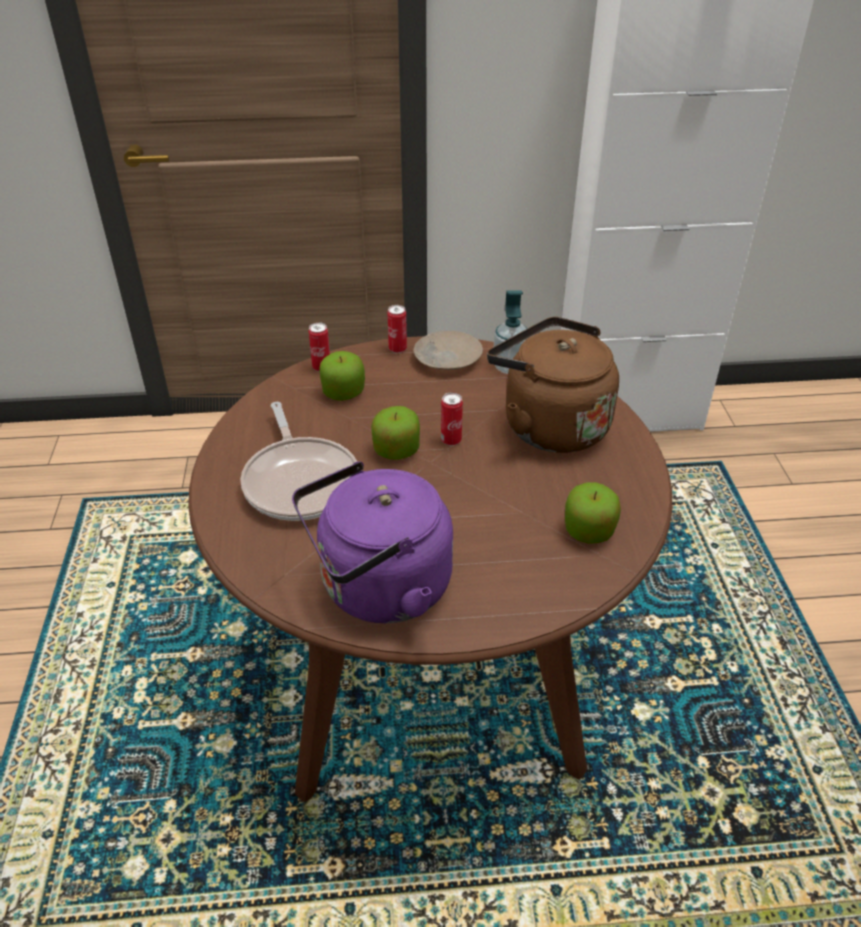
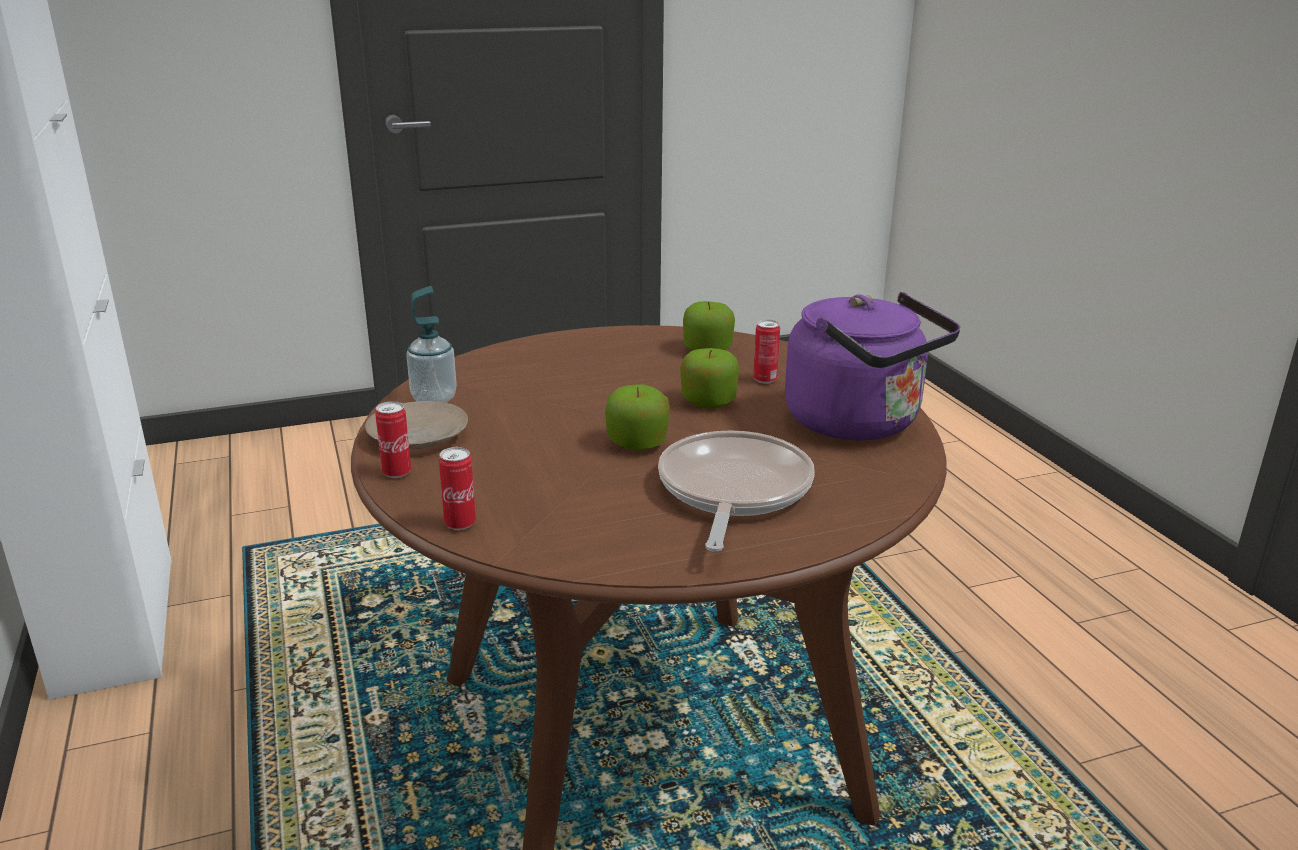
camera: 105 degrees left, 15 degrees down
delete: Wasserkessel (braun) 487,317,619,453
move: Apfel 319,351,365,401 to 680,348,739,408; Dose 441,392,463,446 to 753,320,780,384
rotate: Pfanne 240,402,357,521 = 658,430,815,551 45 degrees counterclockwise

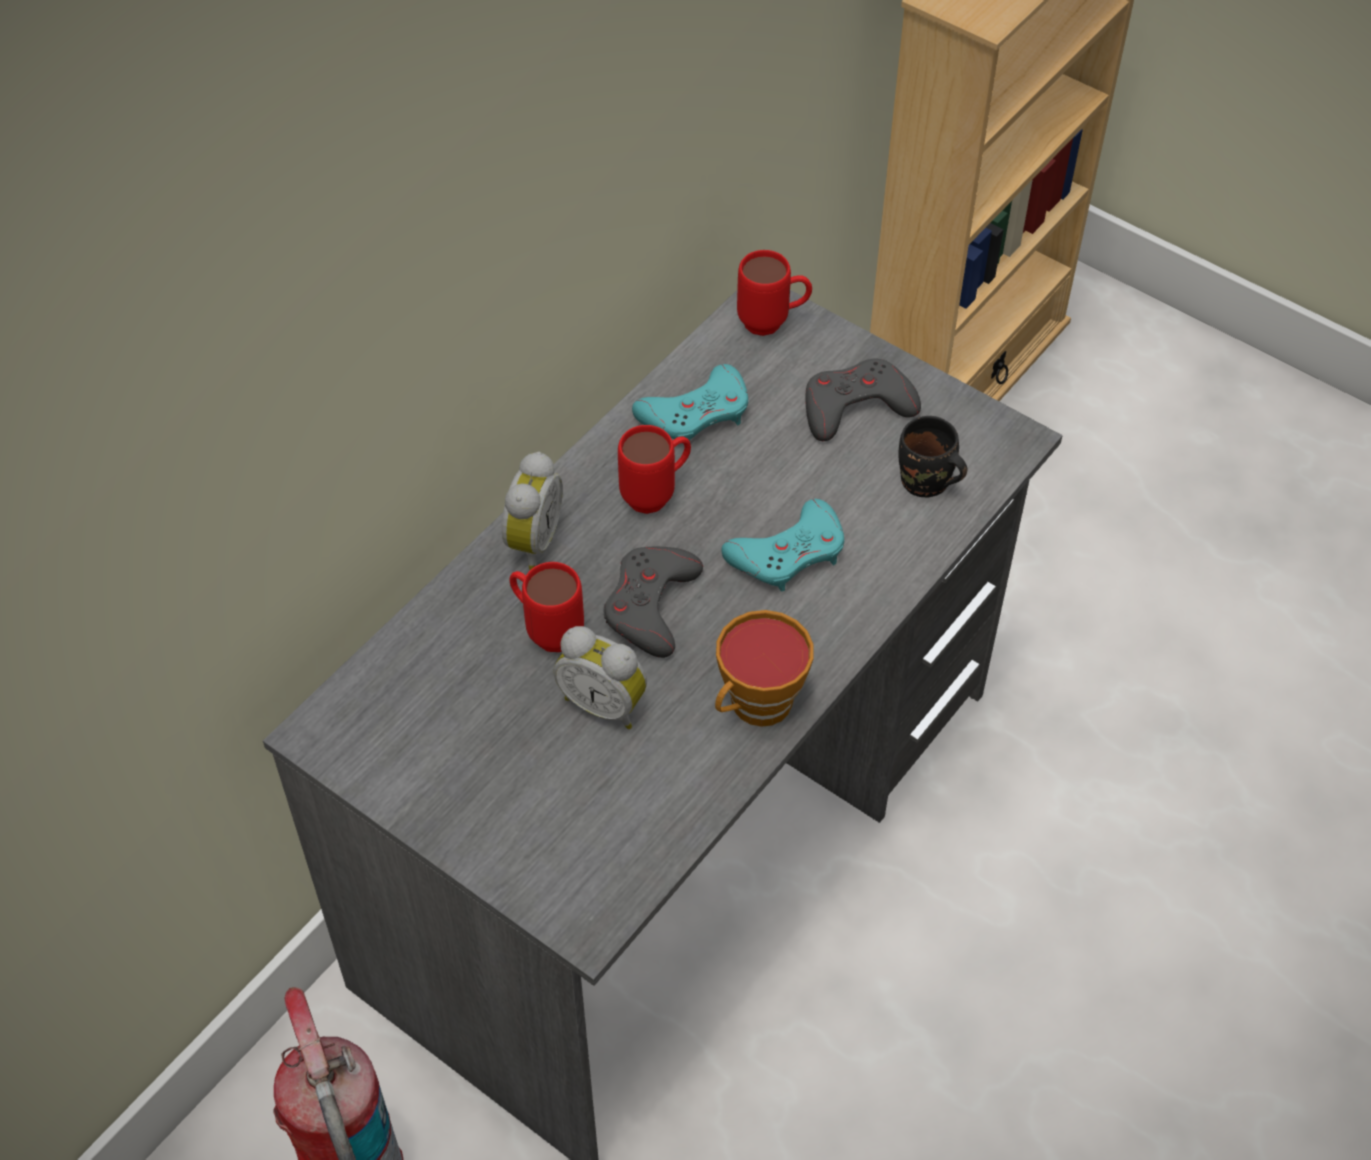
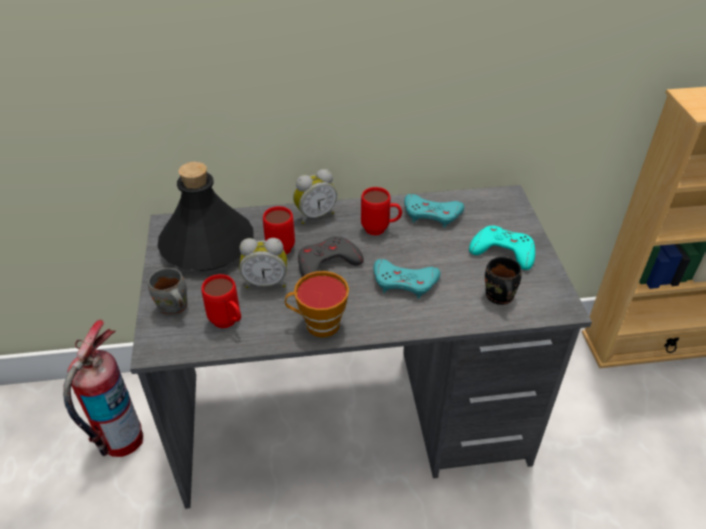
camera: 45 degrees right, 10 degrees down
insert: Henkelbecher (grau) 148,268,188,316; Flasche (schwarz) 158,162,254,271
move: Henkelbecher (rot) 737,250,812,336 to 201,274,241,328
recolor: Gamepad (grau) 805,359,921,441 to Gamepad (türkis) 469,226,535,270
rotate: Wecker 554,626,647,729 = 239,238,287,288 75 degrees counterclockwise

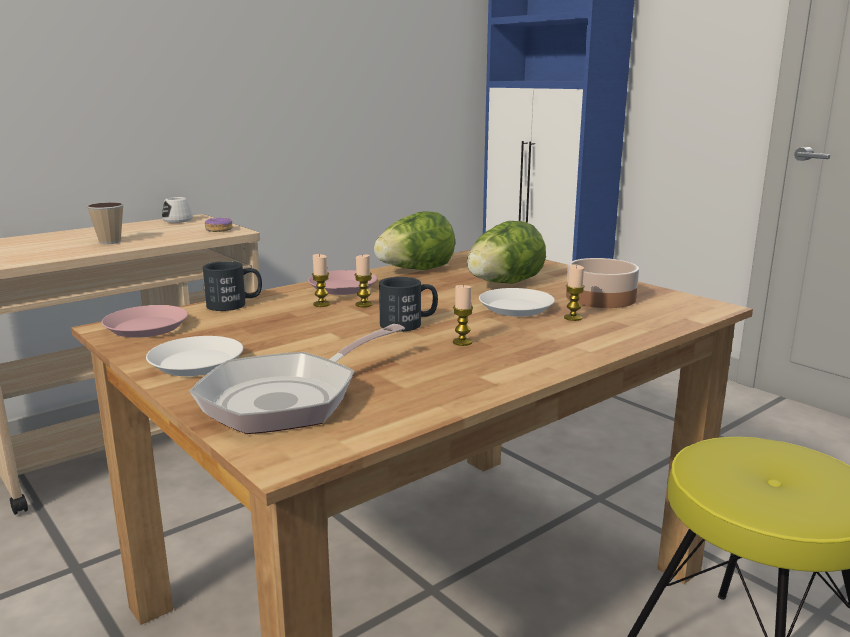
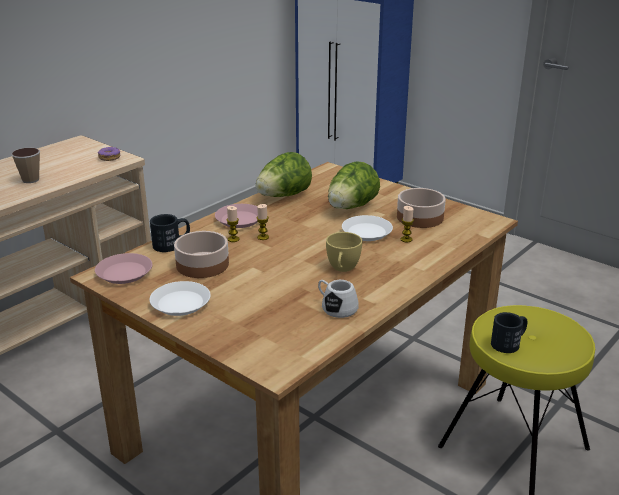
camera: 10 degrees left, 10 degrees up
delete: Pfanne 189,324,405,434
insert: Schüssel 174,231,229,278
move: Henkelbecher (weiß) 162,197,193,223 to 318,280,359,318; Henkelbecher (schwarz) 379,277,438,332 to 491,312,527,353
replace: Kerze 453,284,473,346 to Tasse (gelb) 326,232,362,272

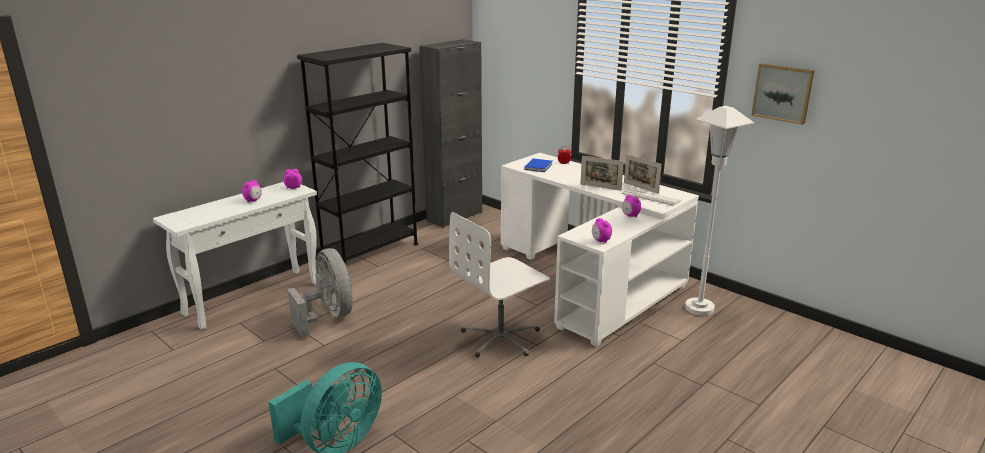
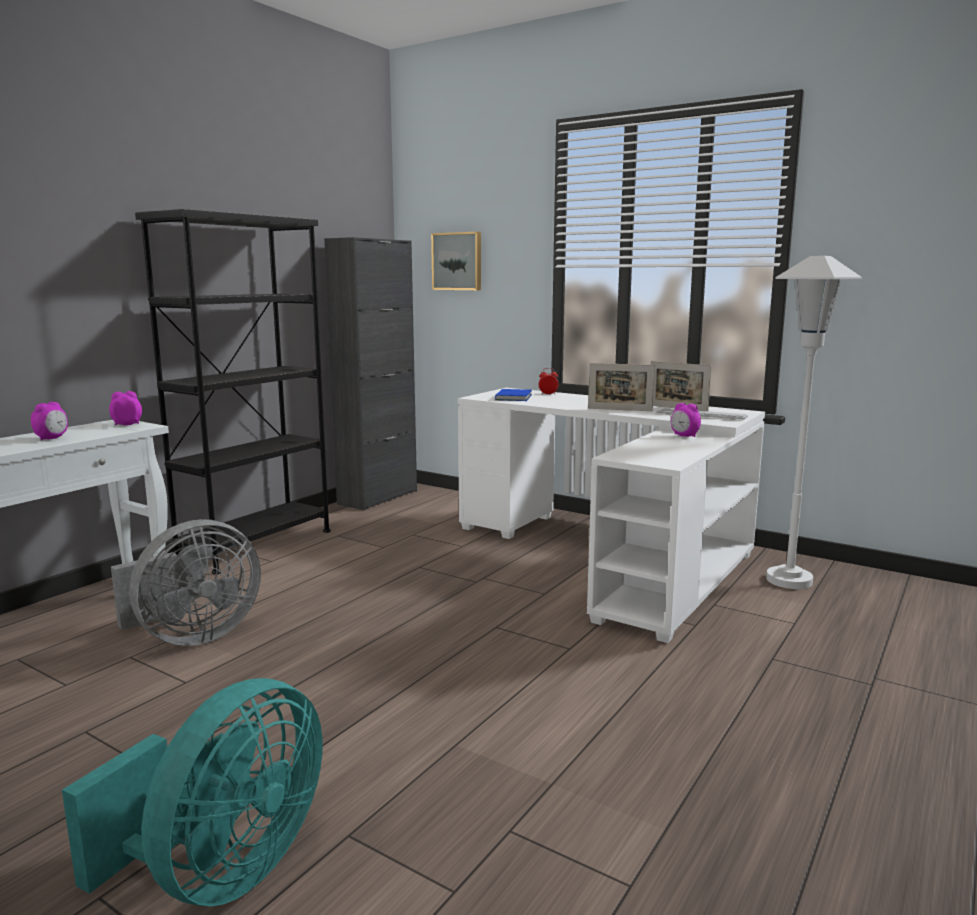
camera: 10 degrees left, 10 degrees down
delete: Bürostuhl (weiß) 449,212,550,357; Wecker 592,218,612,243
move: Bild 751,64,815,125 to 431,232,481,290
rotate: Ventilator (grau) 287,248,353,338 = 111,519,261,646 90 degrees clockwise

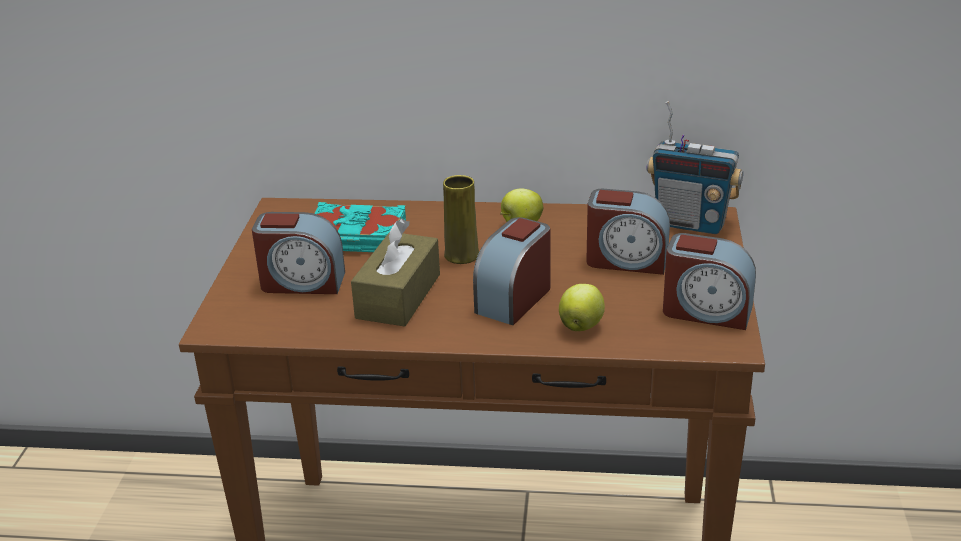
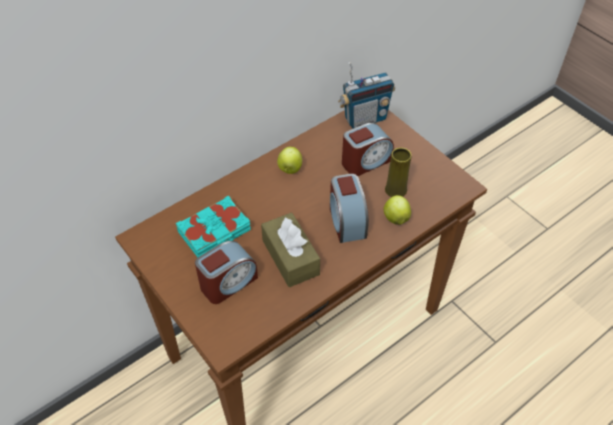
camera: 45 degrees left, 20 degrees up
delete: Wecker 663,233,756,330
move: Vase (gelb) 443,175,479,264 to 385,148,412,197

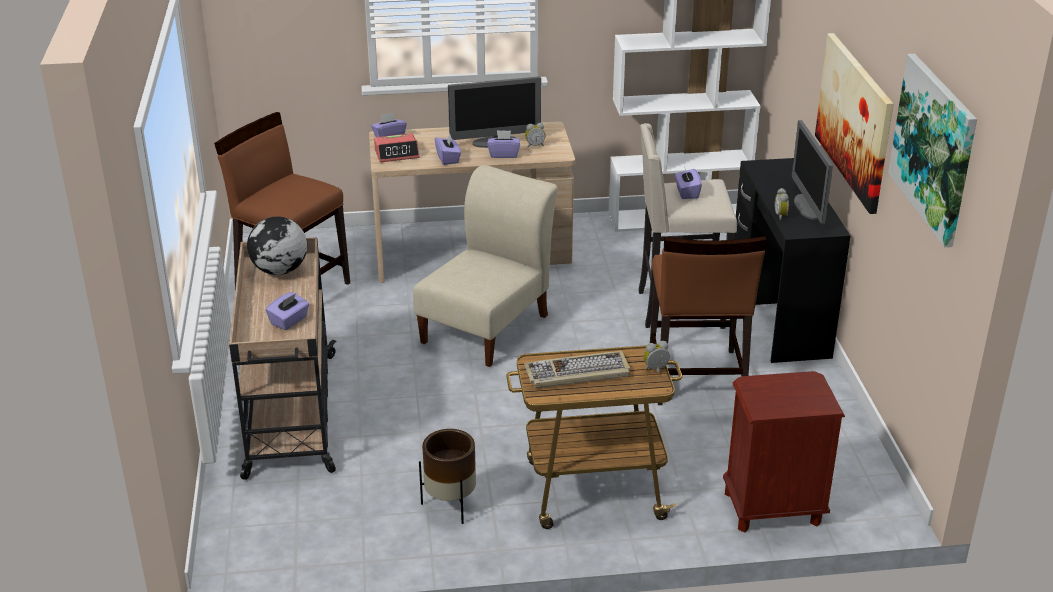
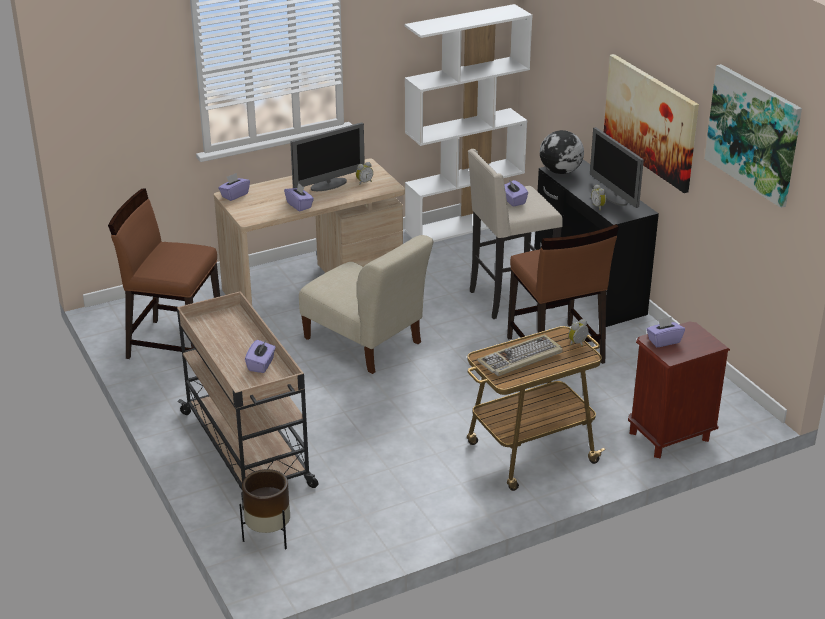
camera: 20 degrees left, 0 degrees up
delete: Wecker 374,133,420,162
move: Pflanzkübel (braun) 419,429,476,524 to 239,469,290,549; Globus 247,217,307,275 to 540,130,584,174; Taschentuchbox (lila) 487,130,520,158 to 647,317,685,347
rotate: Stuhl (beige) 413,165,558,367 = 299,235,434,374 120 degrees clockwise

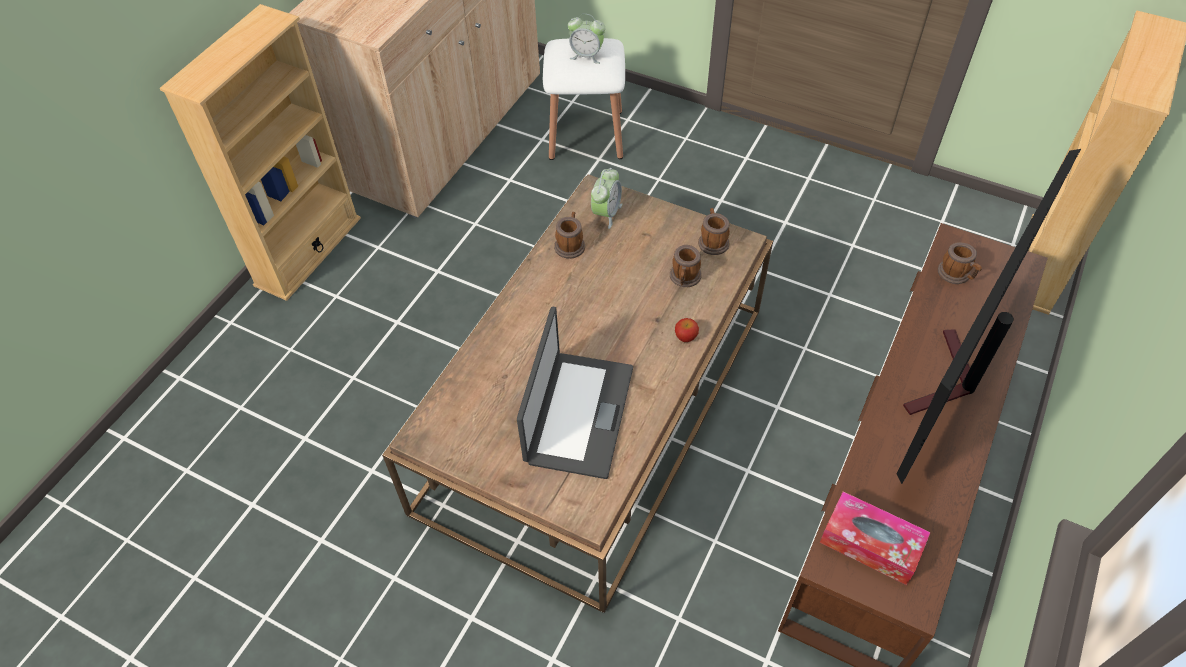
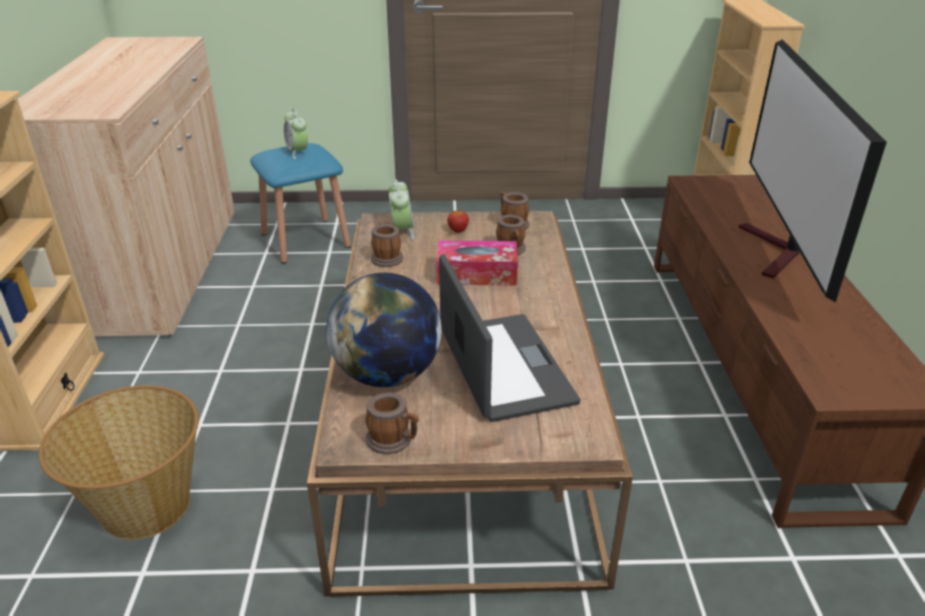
camera: 30 degrees left, 20 degrees down
insert: Korb 38,385,199,540; Globus 326,273,442,387
move: Henkelbecher 938,242,982,284 to 365,393,419,454; Taschentuchbox 820,491,931,585 to 436,240,518,286; Apfel 675,318,699,342 to 447,211,469,233
recolor: Hocker (weiß) 543,38,625,160 to Hocker (blau) 250,143,351,264
rotate: Wecker 568,14,605,64 = 284,109,308,159 75 degrees clockwise

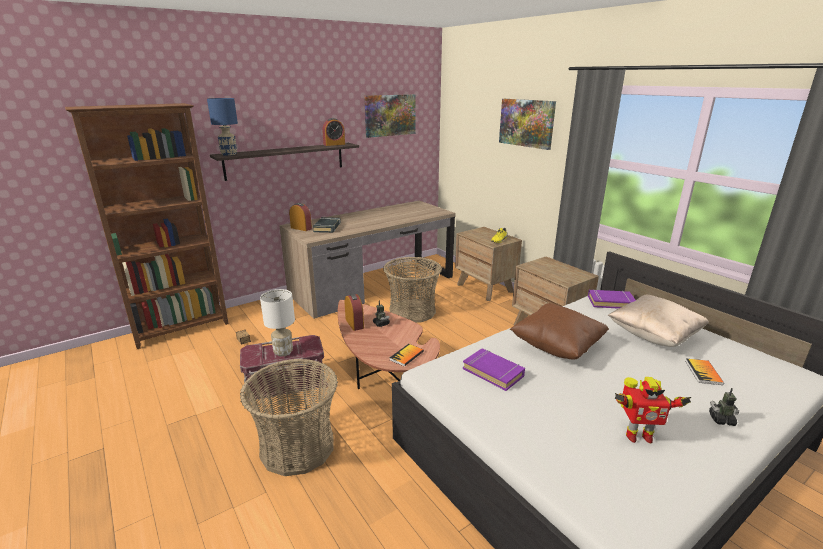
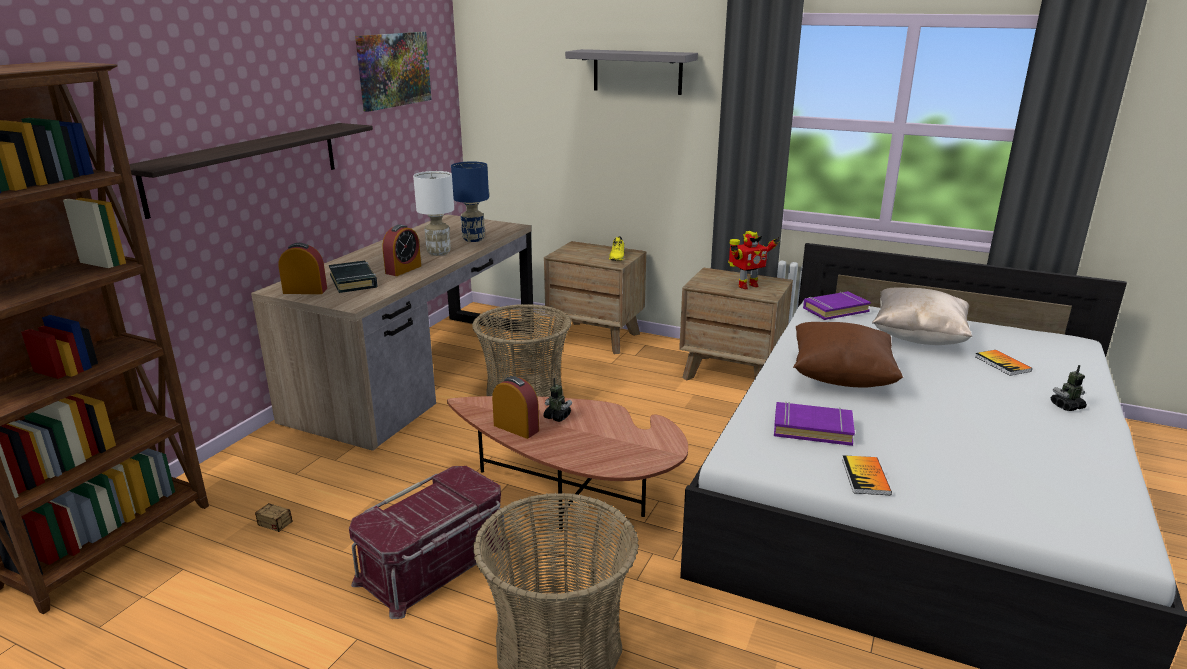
camera: 30 degrees left, 0 degrees up
move: Wecker 322,118,345,146 to 382,224,421,276; Tischlampe (weiß) 260,289,295,356 to 413,171,454,256; Tischlampe (blau) 207,98,238,156 to 451,161,489,242; Spielzeugroboter 615,377,691,443 to 728,231,780,289; Buch 390,344,424,367 to 842,455,892,495
replace: Bild 499,99,556,150 to Wandregal (grau) 565,49,698,95

